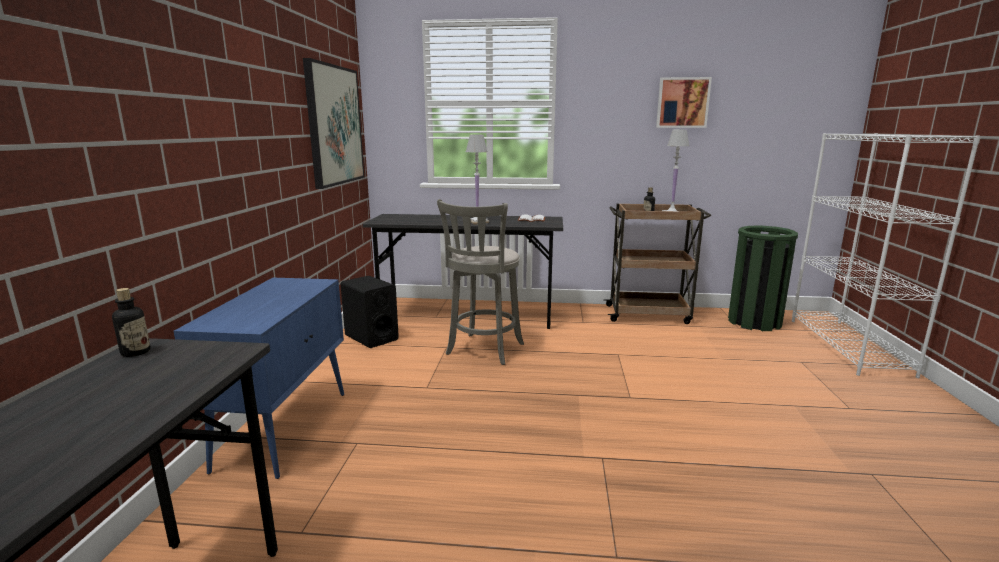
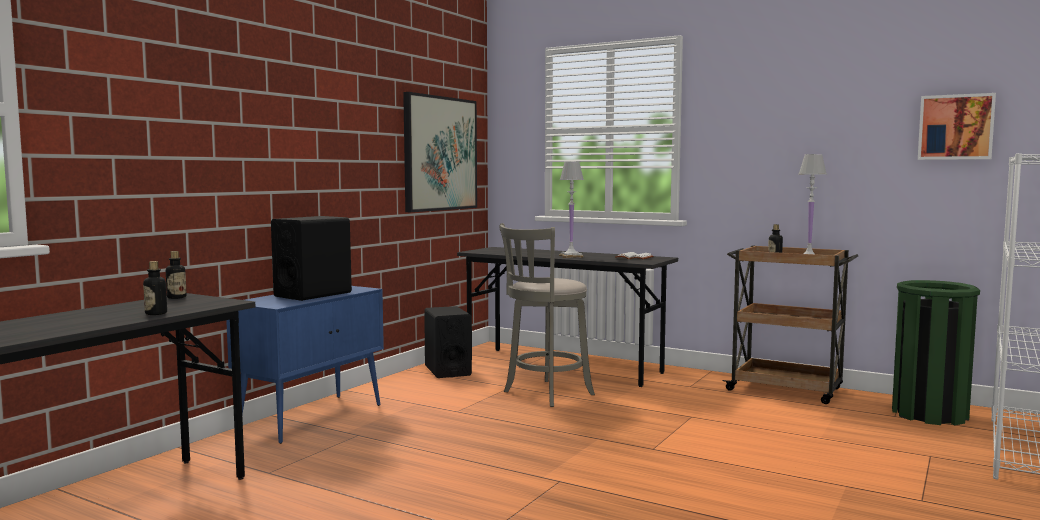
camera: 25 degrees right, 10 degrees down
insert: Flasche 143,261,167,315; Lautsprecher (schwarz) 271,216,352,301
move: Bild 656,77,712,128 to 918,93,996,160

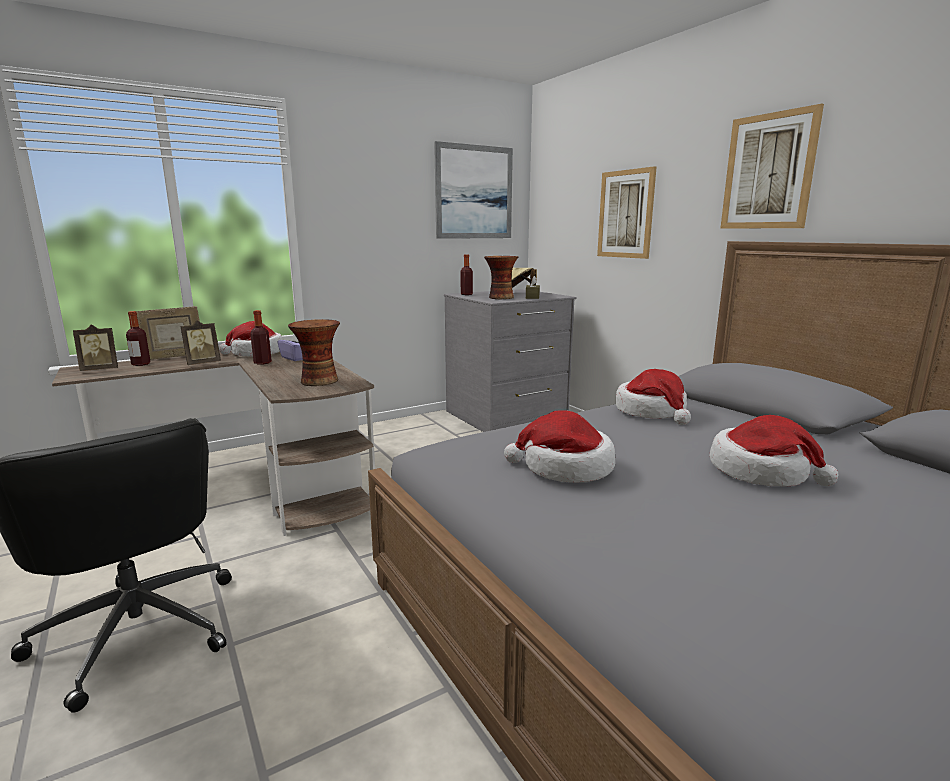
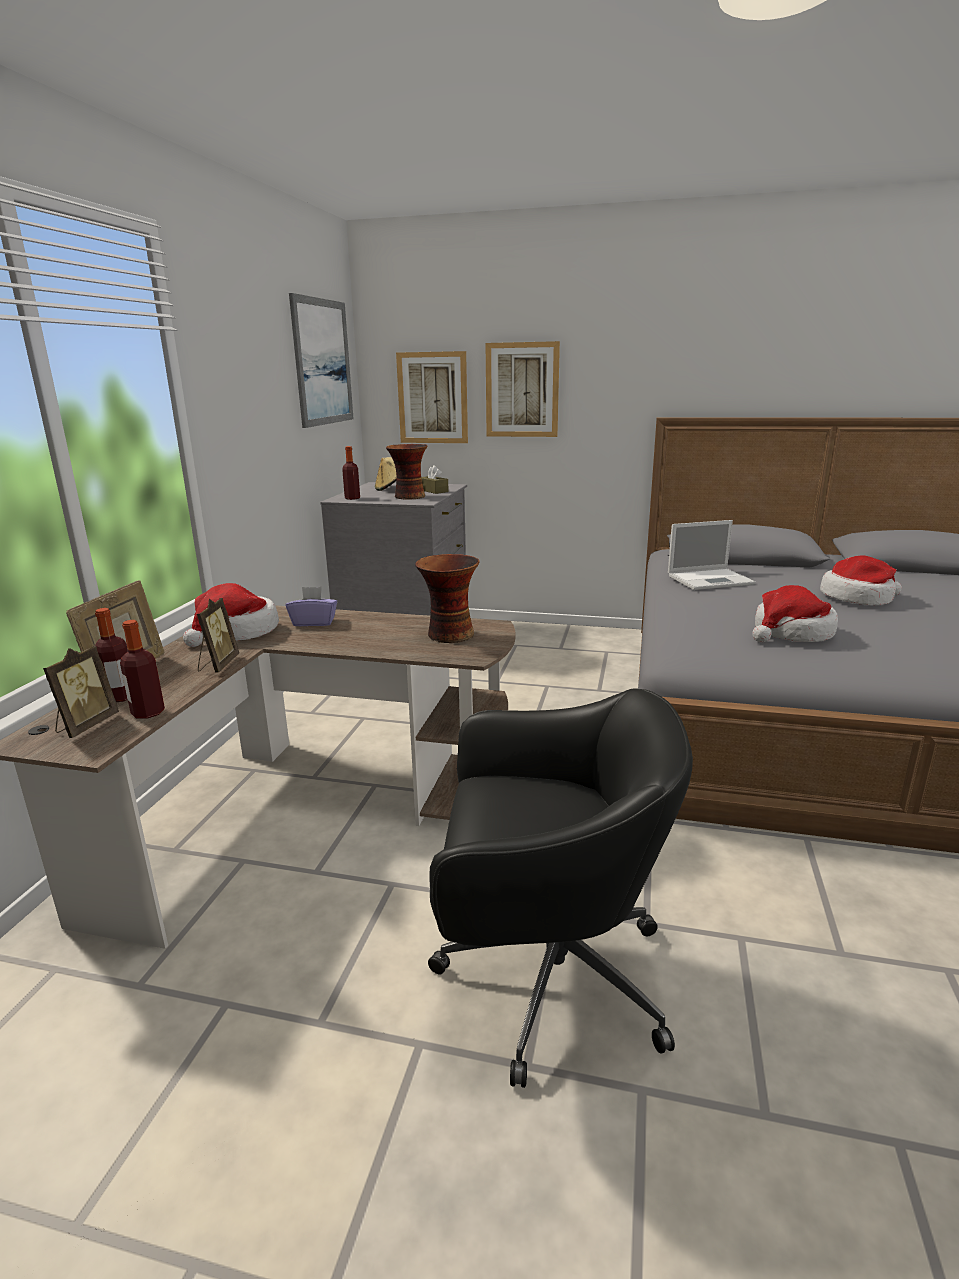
camera: 45 degrees left, 5 degrees up
move: Flasche 250,310,272,365 to 120,620,165,719; Bild 720,104,824,229 to 396,351,468,443
replace: Hut 615,369,691,425 to Laptop 668,520,756,590

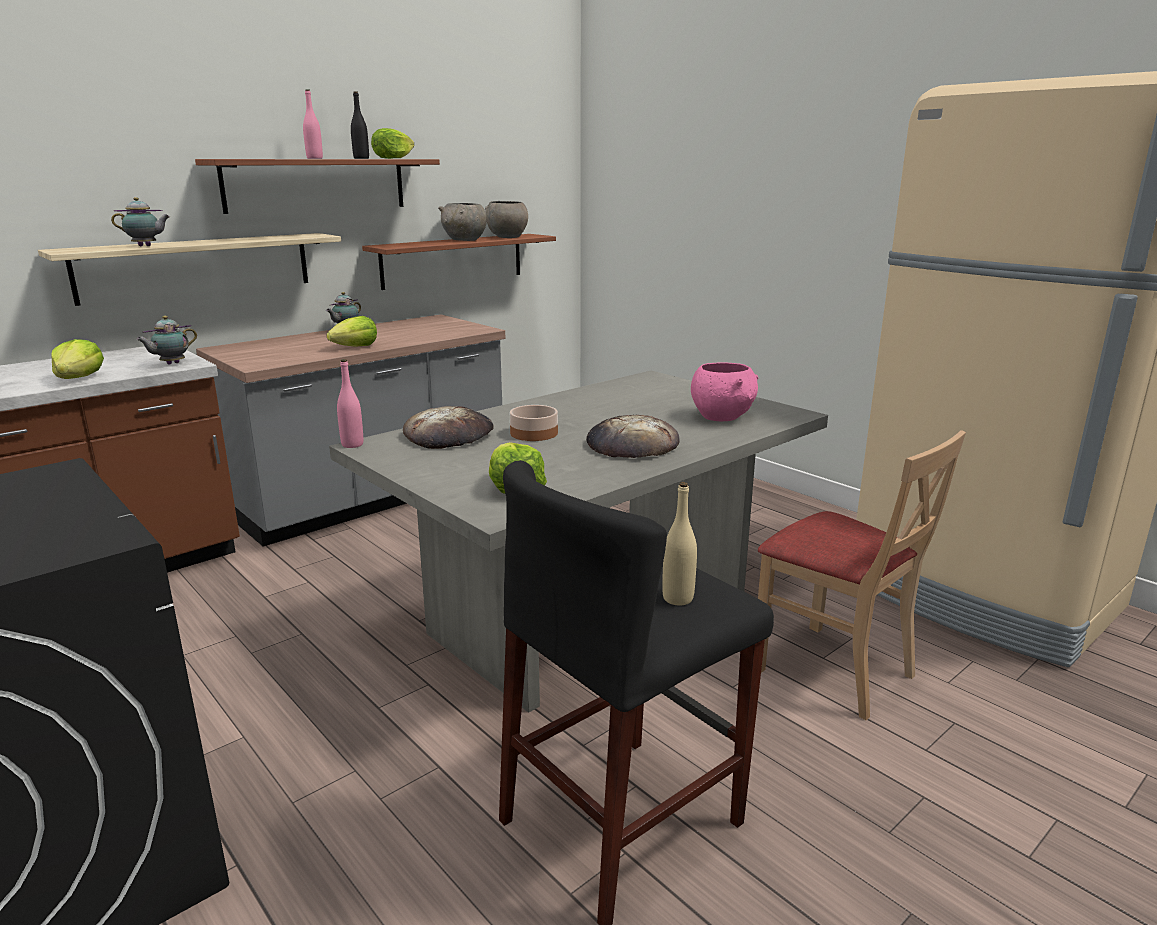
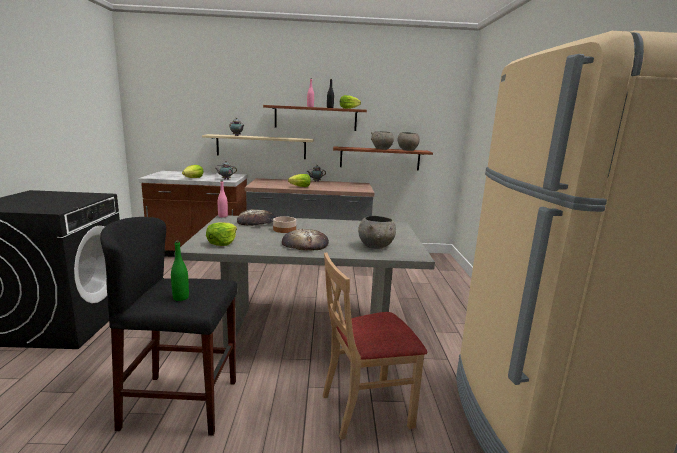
camera: 40 degrees right, 5 degrees down
recolor: Flasche (beige) 662,482,697,605 to Flasche (grün) 171,241,189,301; Schüssel (rosa) 691,362,759,421 to Schüssel (grau) 358,216,396,249
rotate: Stuhl (beige) 758,430,966,720 = 323,252,427,440 75 degrees clockwise

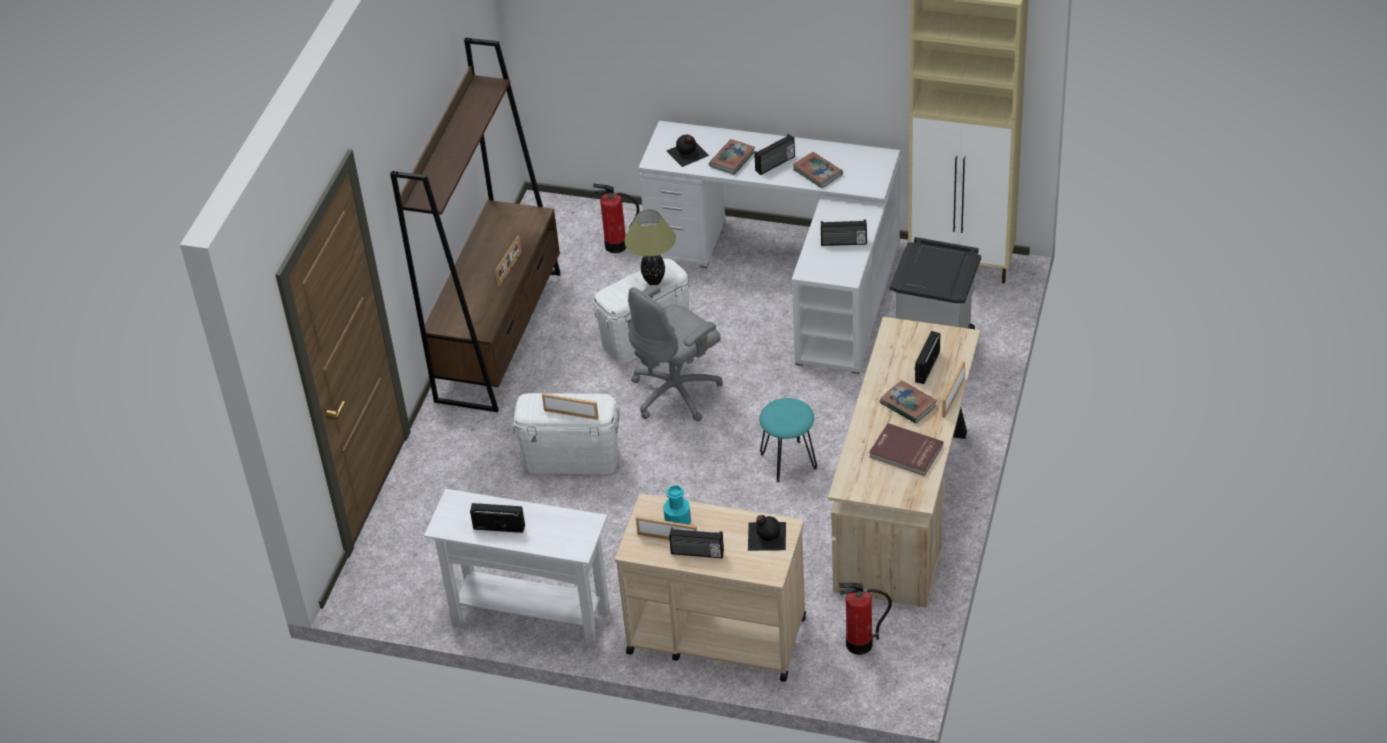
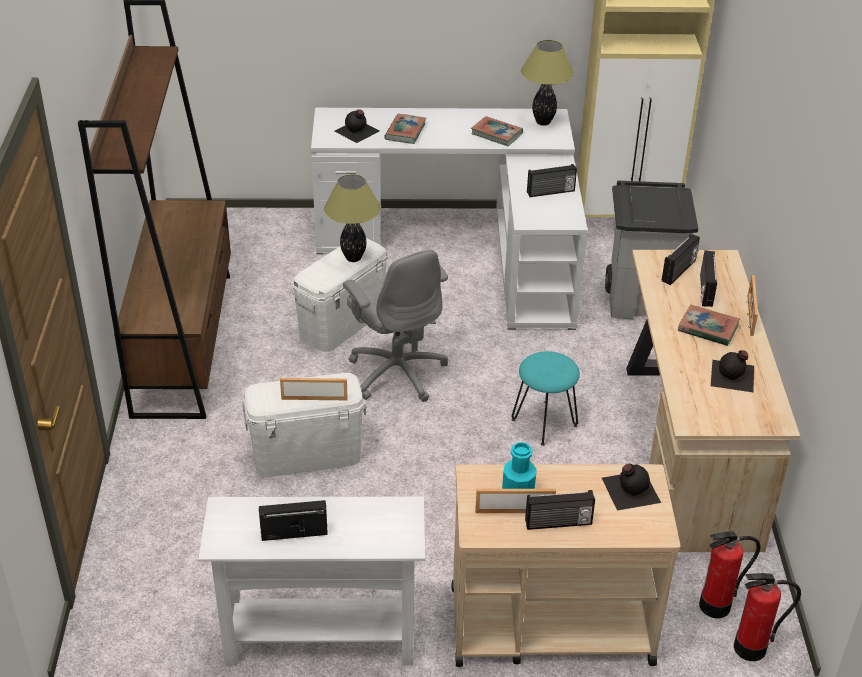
camera: 20 degrees left, 5 degrees down
delete: Bilderrahmen 495,235,522,286
insert: Tischlampe 521,40,574,126
move: Radio 754,134,795,175 to 662,234,700,285; Feuerlöscher 593,184,640,253 to 734,573,801,661
replace: Buch (rot) 869,423,943,476 to Flasche (schwarz) 711,350,754,392
rotate: Bürostuhl (grau) 628,285,723,422 = 343,249,448,402 60 degrees counterclockwise

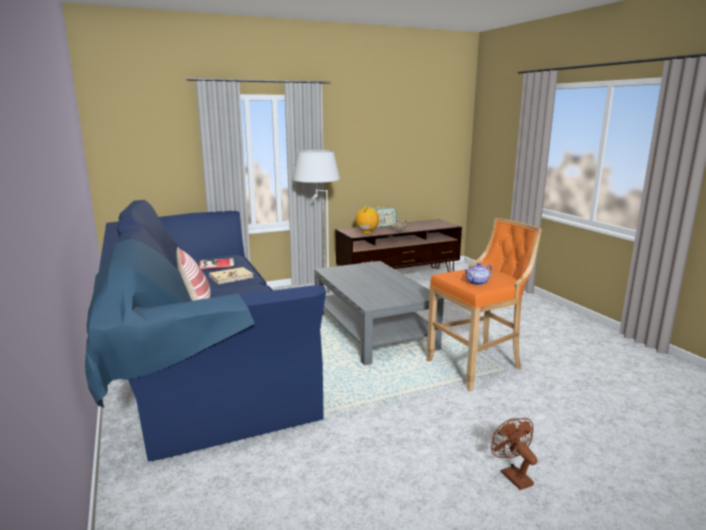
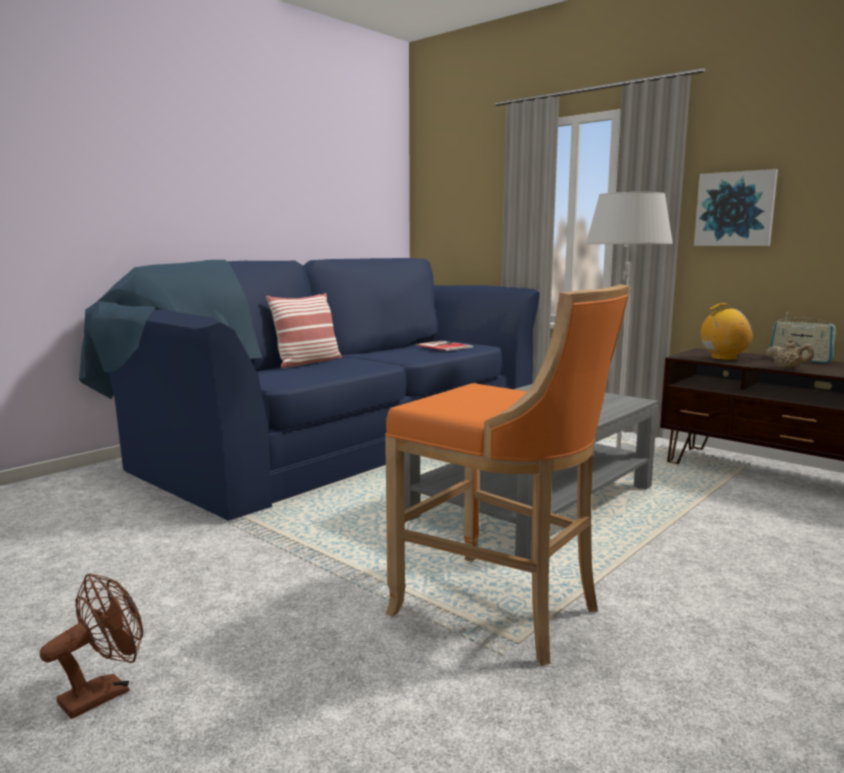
camera: 65 degrees right, 5 degrees down
delete: Buch (beige) 209,267,253,284; Teekanne 464,263,493,285
insert: Bild 694,169,778,246

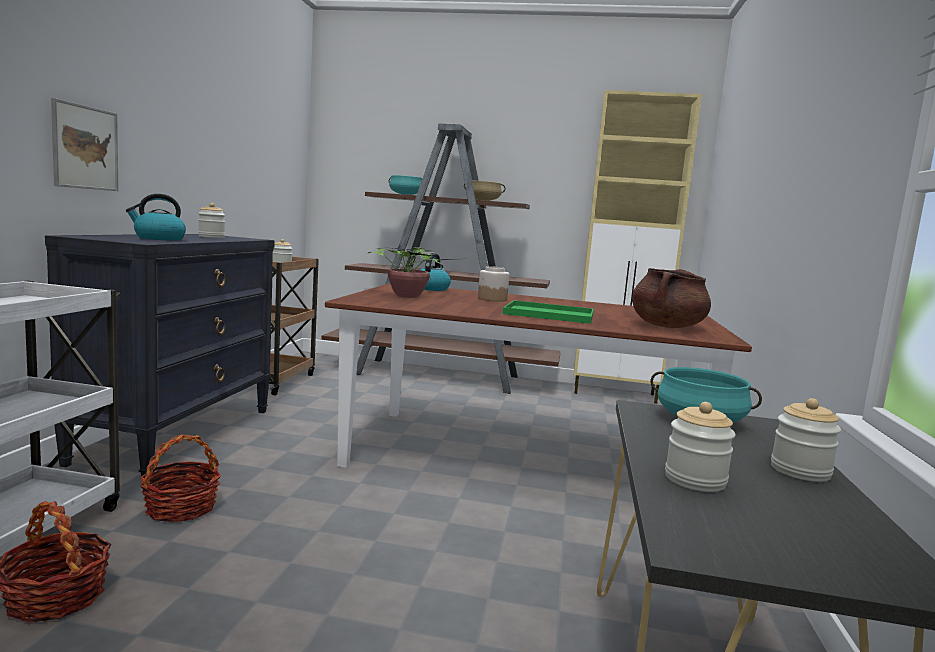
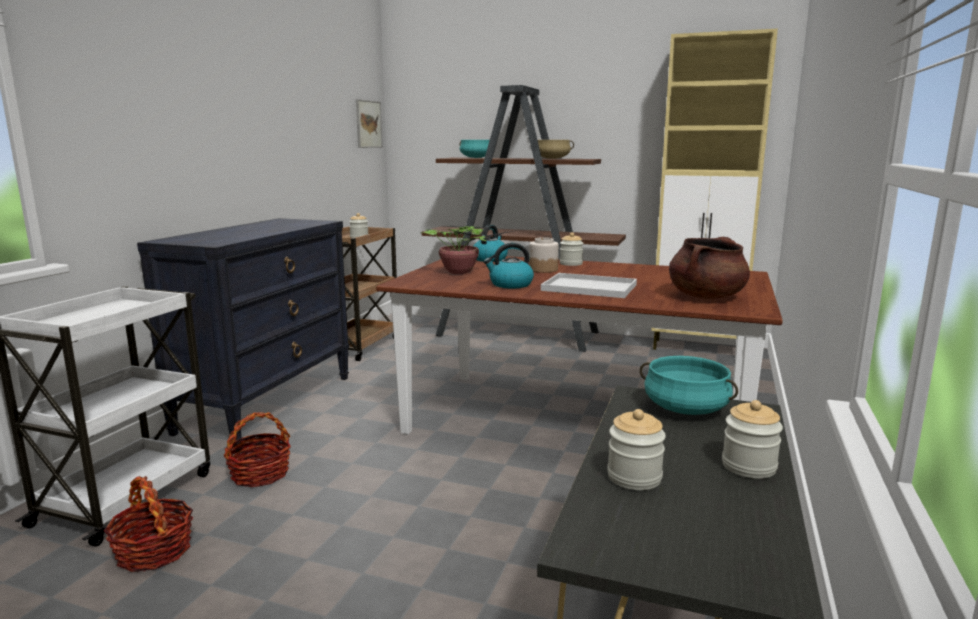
camera: 10 degrees right, 5 degrees up
move: Bild 51,98,118,191 to 356,99,383,148; Wasserkessel 126,194,186,240 to 484,243,534,288; Vorratsglas 198,203,225,238 to 559,232,584,266
recolor: Tablett (grün) 503,300,594,324 to Tablett (weiß) 541,273,637,298

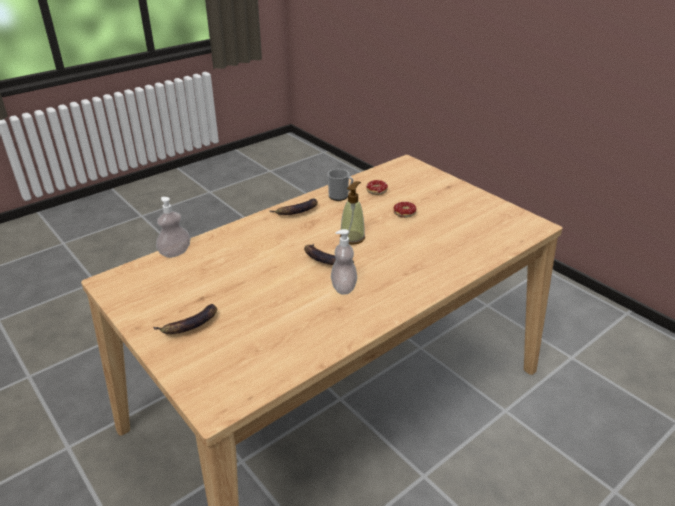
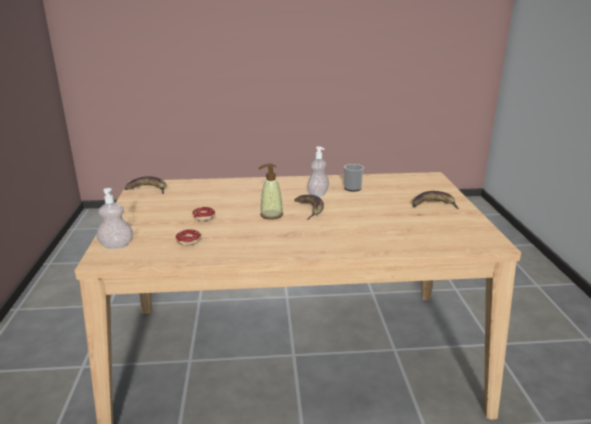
camera: 145 degrees left, 10 degrees down
move: Seifenspender 156,197,191,258 to 97,188,133,249; Banane 270,198,318,215 to 124,176,166,194; Henkelbecher 327,169,353,201 to 344,164,364,191

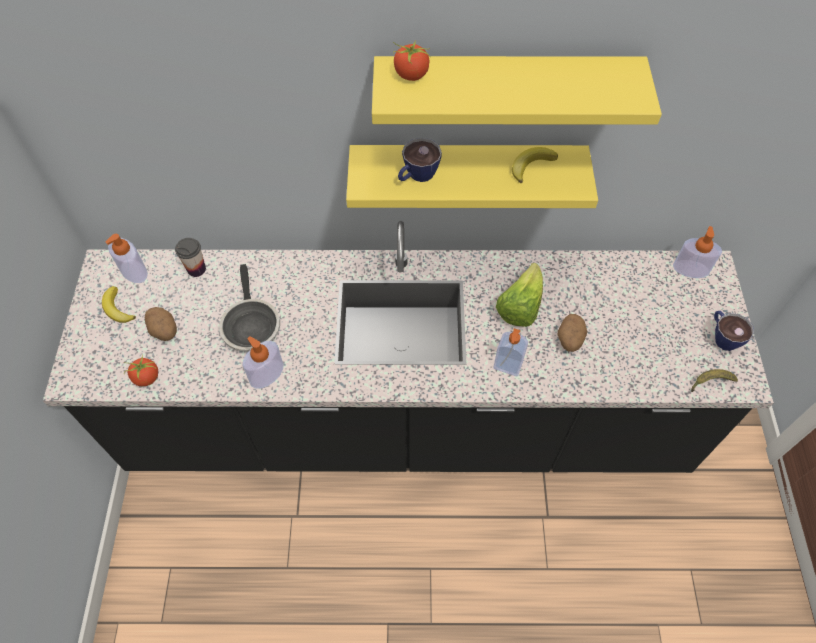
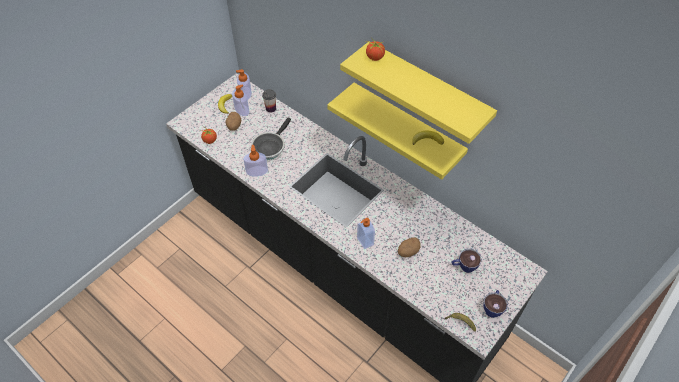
camera: 40 degrees right, 5 degrees down
delete: Salatkopf 496,263,543,327
move: Seifenspender 673,226,722,278 to 232,84,249,116; Tasse 398,138,442,182 to 452,249,482,273

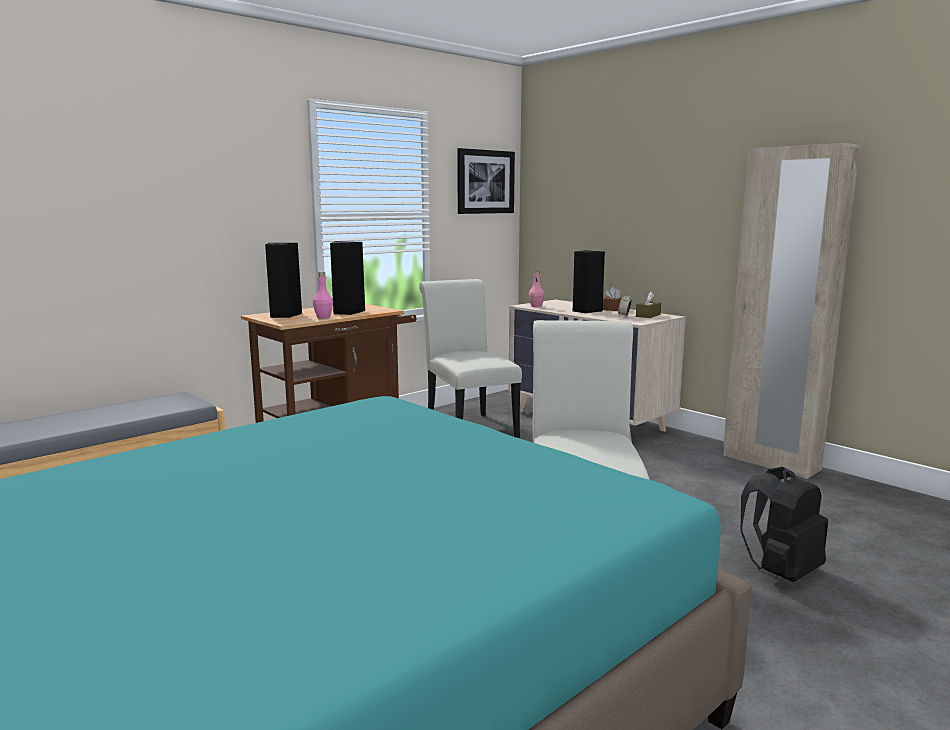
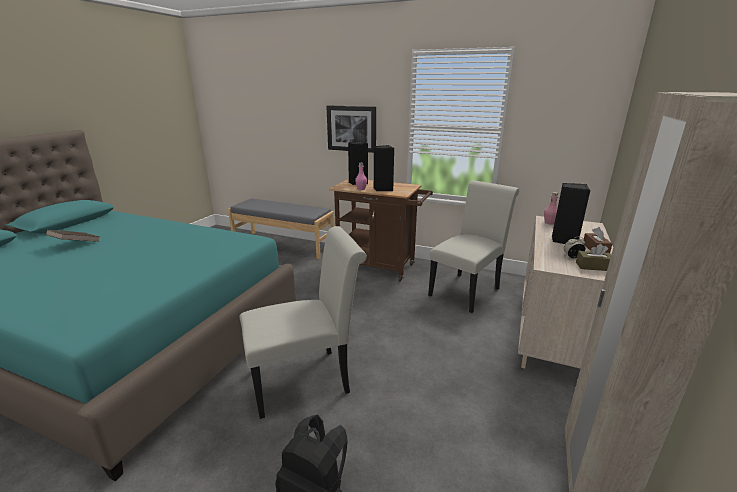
camera: 65 degrees right, 10 degrees up
insert: Buch (braun) 46,230,100,242
move: Bild 457,148,515,214 to 326,106,376,153

